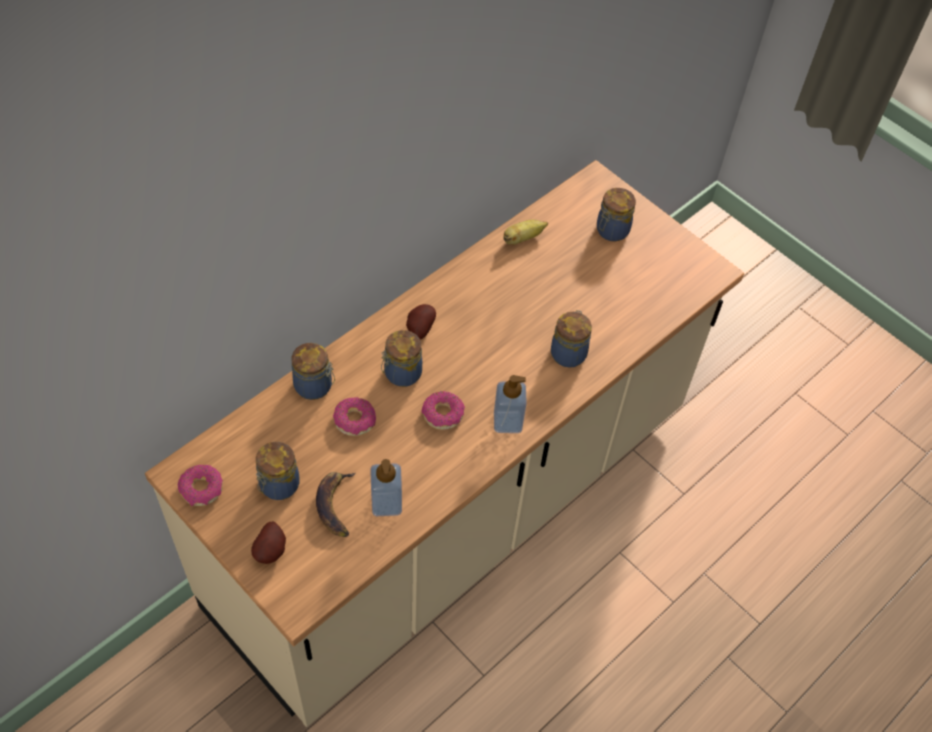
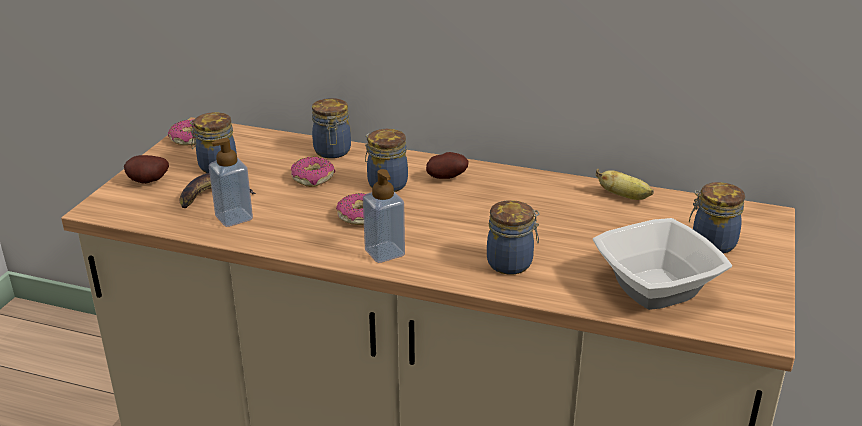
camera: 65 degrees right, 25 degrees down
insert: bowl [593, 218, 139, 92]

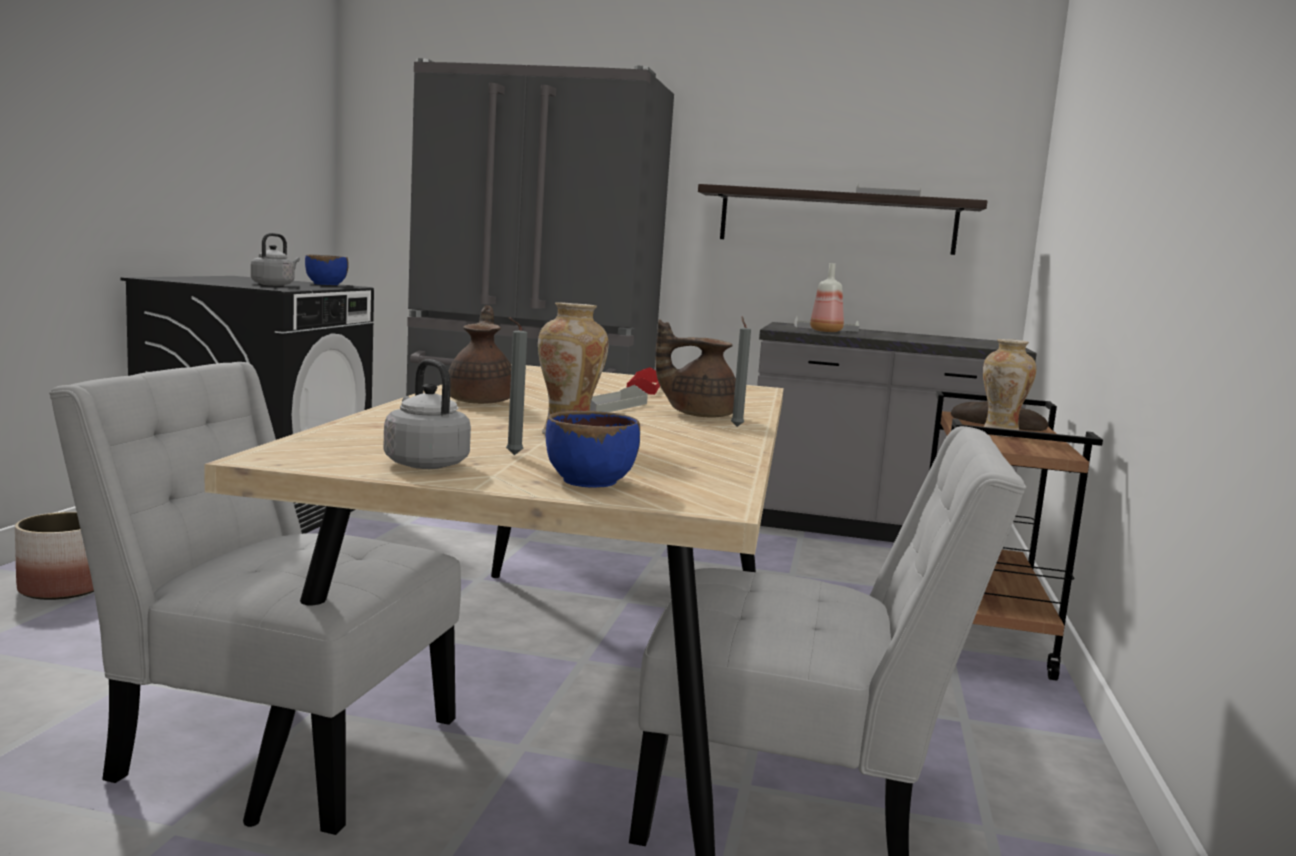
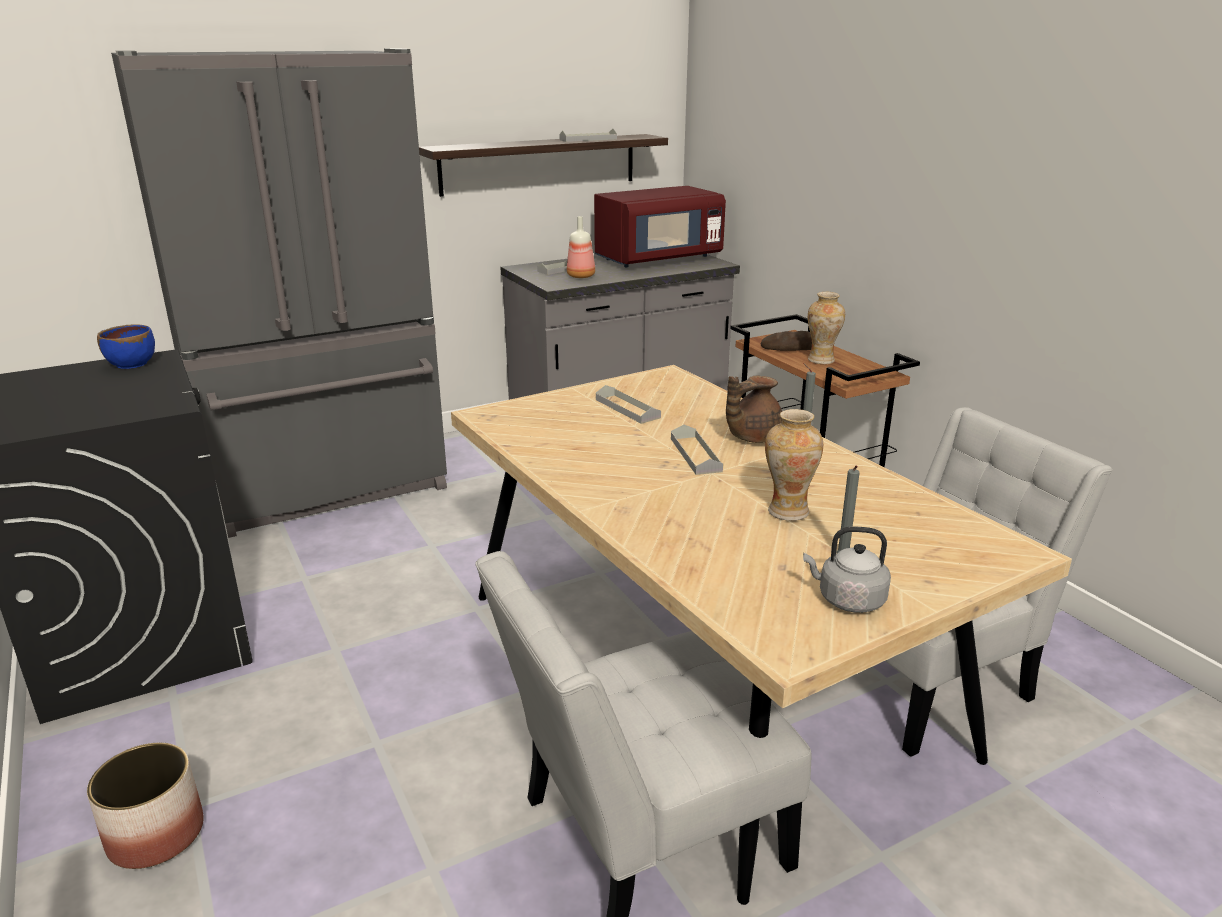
camera: 40 degrees left, 15 degrees up
delete: kettle/grey [251, 233, 49, 53]; teapot/brown [448, 305, 63, 99]; bowl/blue [546, 411, 94, 77]
insert: microwave/red [594, 186, 132, 81]
recolor: tray/red [627, 367, 33, 28] to tray/grey [596, 385, 65, 39]

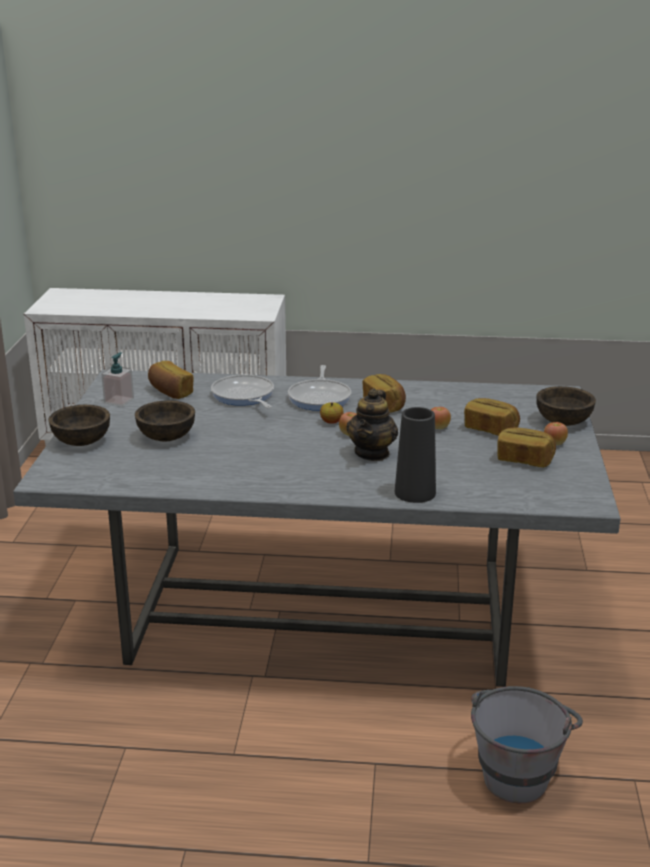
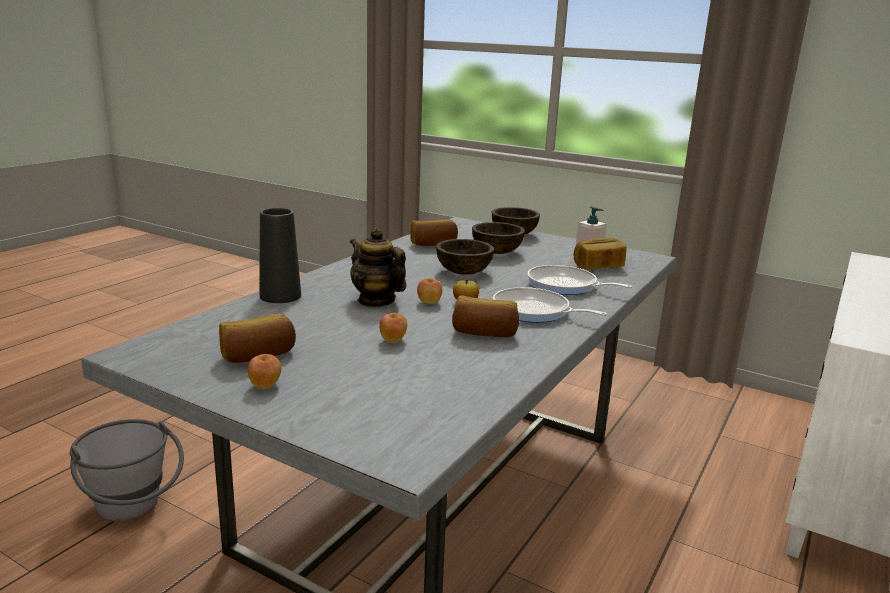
camera: 115 degrees right, 5 degrees down
move: bread [464, 398, 56, 38] to [410, 220, 48, 26]; bowl/brown [536, 386, 60, 40] to [436, 239, 58, 36]
rotate: frying pan [211, 375, 63, 33] = [527, 265, 105, 30] 150 degrees counterclockwise

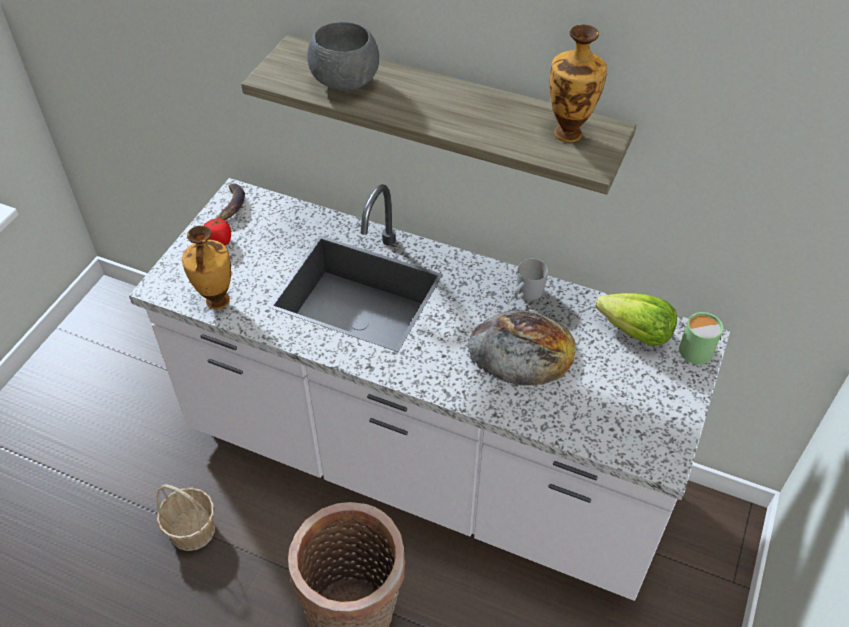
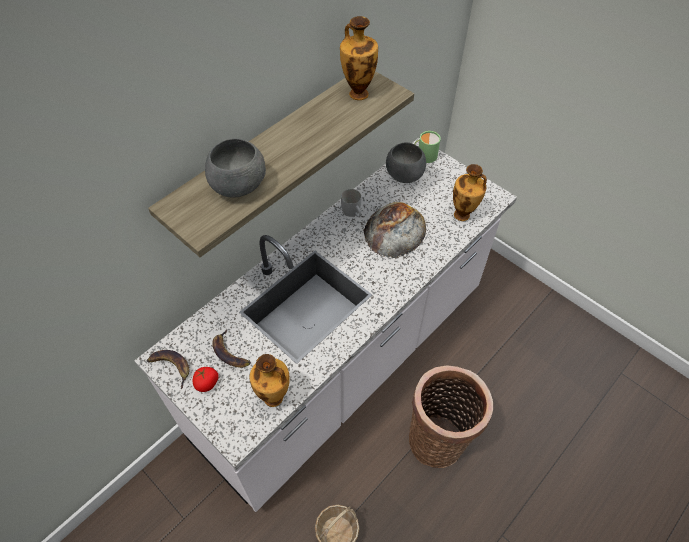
camera: 70 degrees left, 5 degrees up
insert: banana [212, 330, 39, 38]; vase [453, 164, 34, 57]
replace: lettuce [595, 293, 82, 52] to bowl/grey [386, 142, 40, 41]

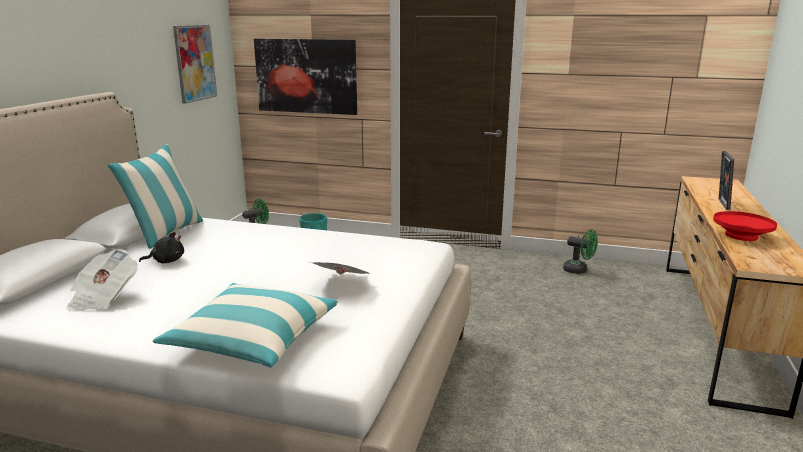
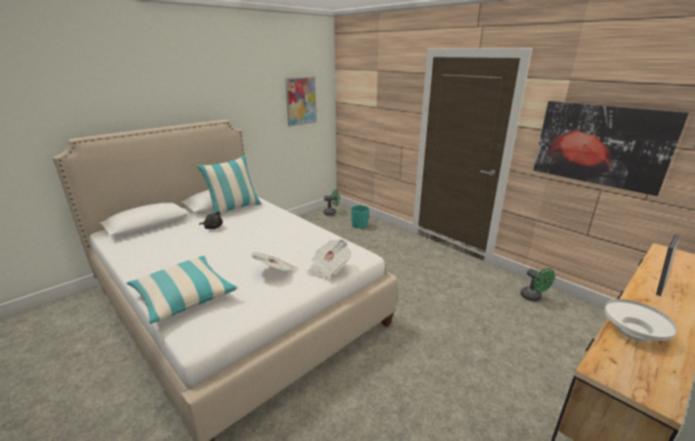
camera: 30 degrees right, 5 degrees up
move: newspaper [66, 249, 72, 63] to [307, 239, 44, 40]; picture [254, 39, 103, 76] to [533, 101, 156, 95]
recolor: bowl/red [713, 211, 64, 30] to bowl/white [604, 299, 73, 43]

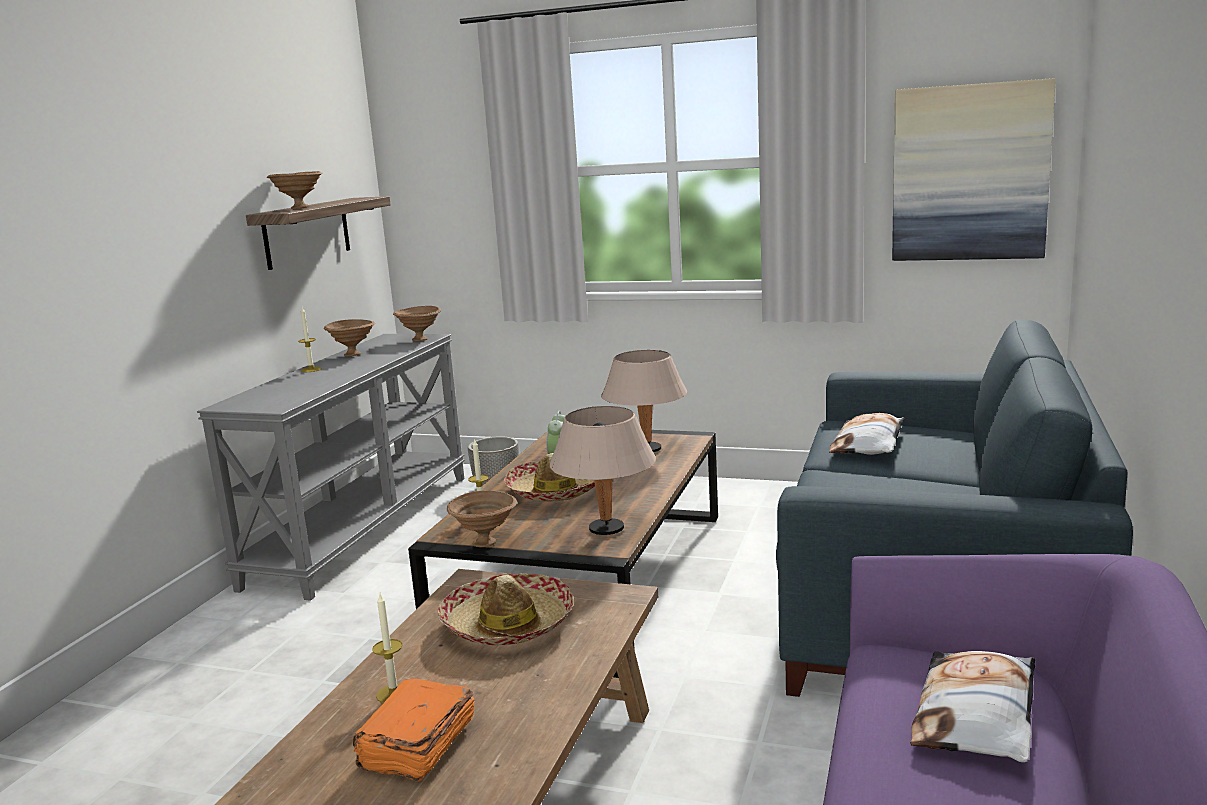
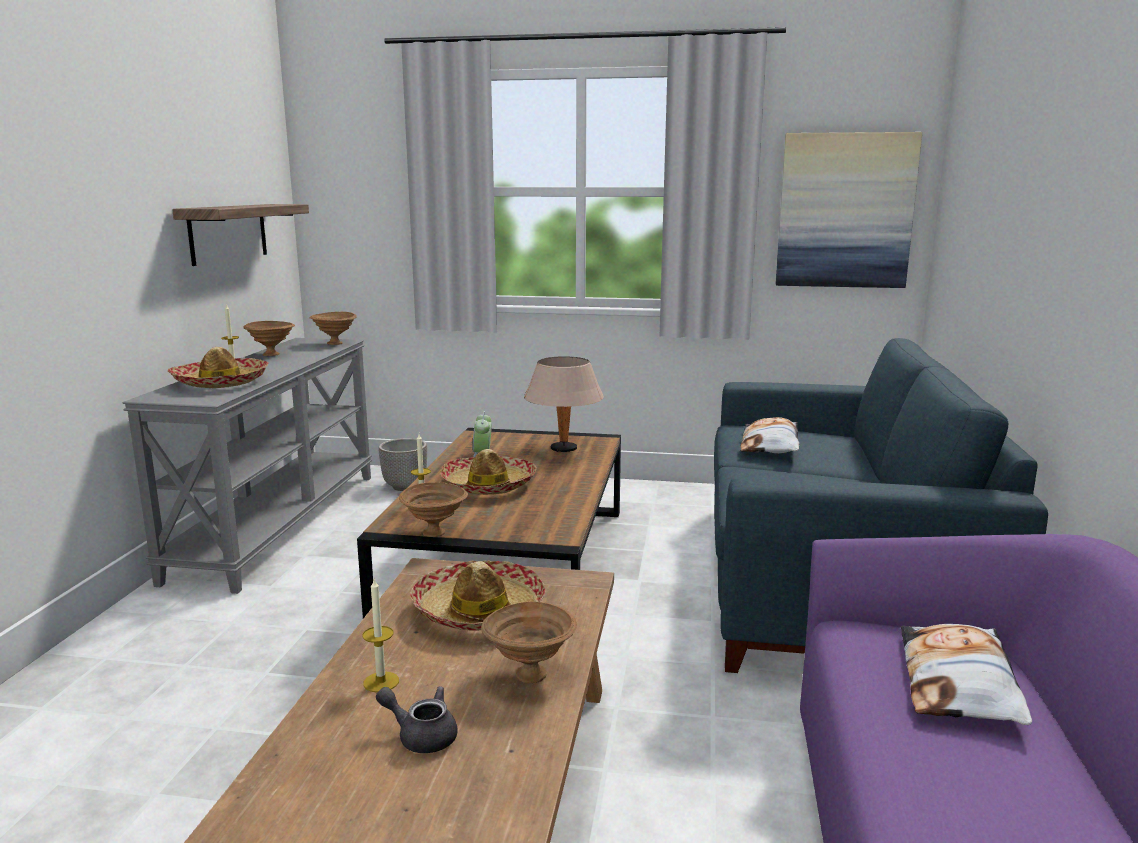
camera: 10 degrees left, 0 degrees up
delete: table lamp/beige [550, 406, 106, 129]
insert: hat [168, 347, 101, 41]
move: bowl/brown [267, 171, 56, 38] to [481, 602, 96, 81]
replace: book/orange [353, 679, 122, 103] to teapot/grey [376, 686, 82, 67]

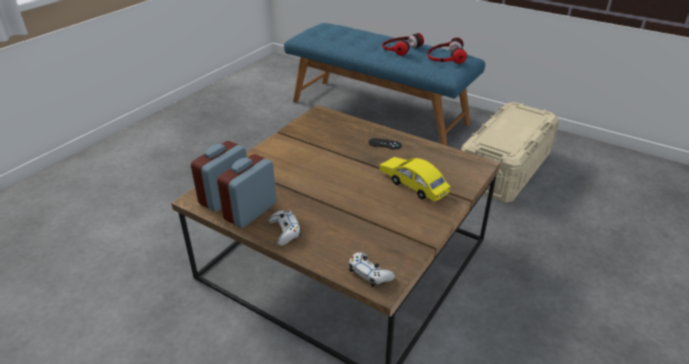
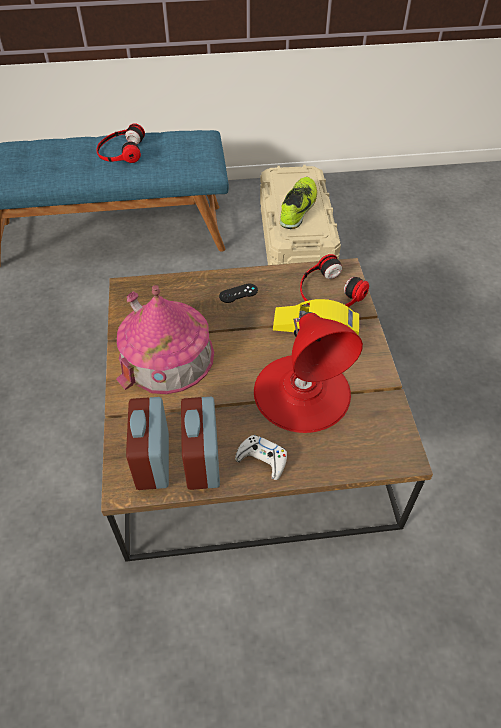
camera: 40 degrees left, 15 degrees up
delete: game controller/white [349, 252, 46, 35]
insert: toy house [116, 285, 98, 109]; table lamp/red [254, 312, 109, 121]; shoe [280, 177, 37, 52]
move: headphones [427, 37, 40, 27] to [300, 254, 69, 53]

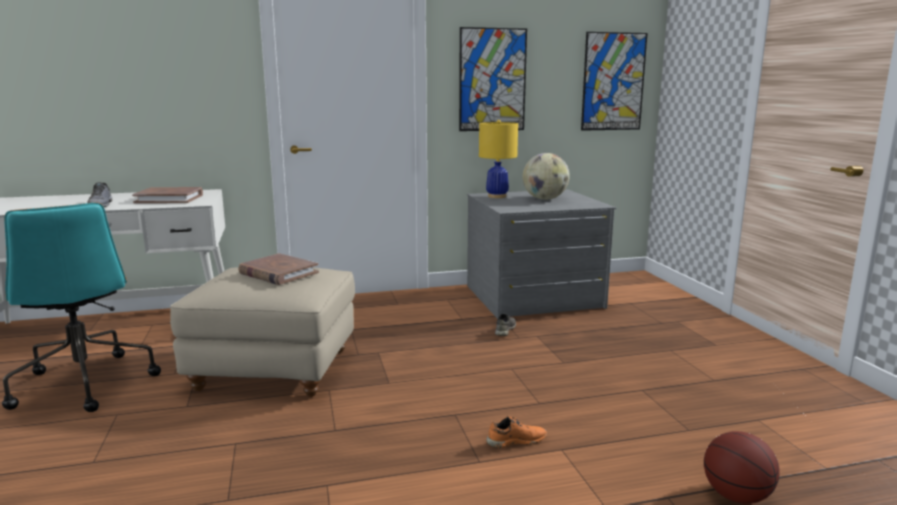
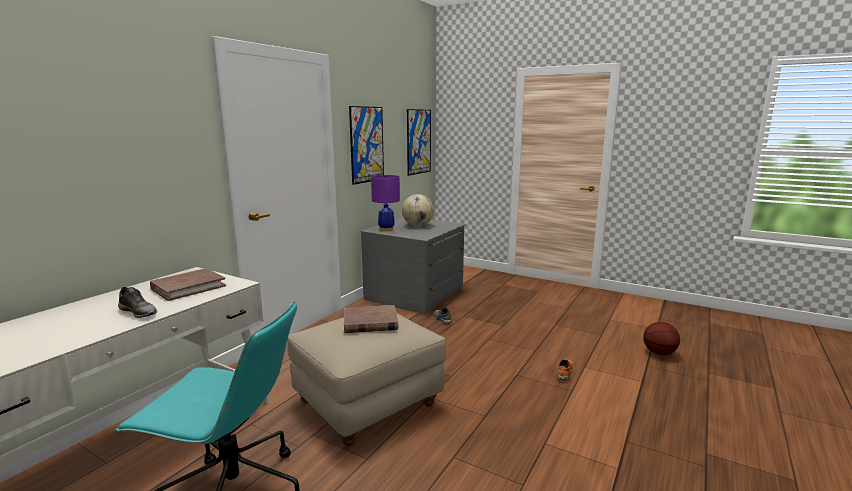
camera: 45 degrees left, 0 degrees up
recolor: table lamp/yellow [479, 120, 39, 78] to table lamp/purple [371, 174, 29, 57]

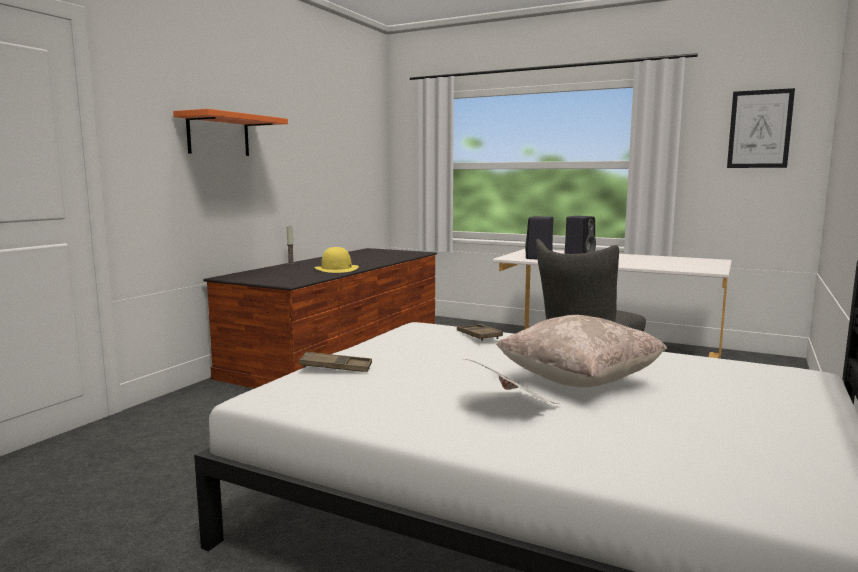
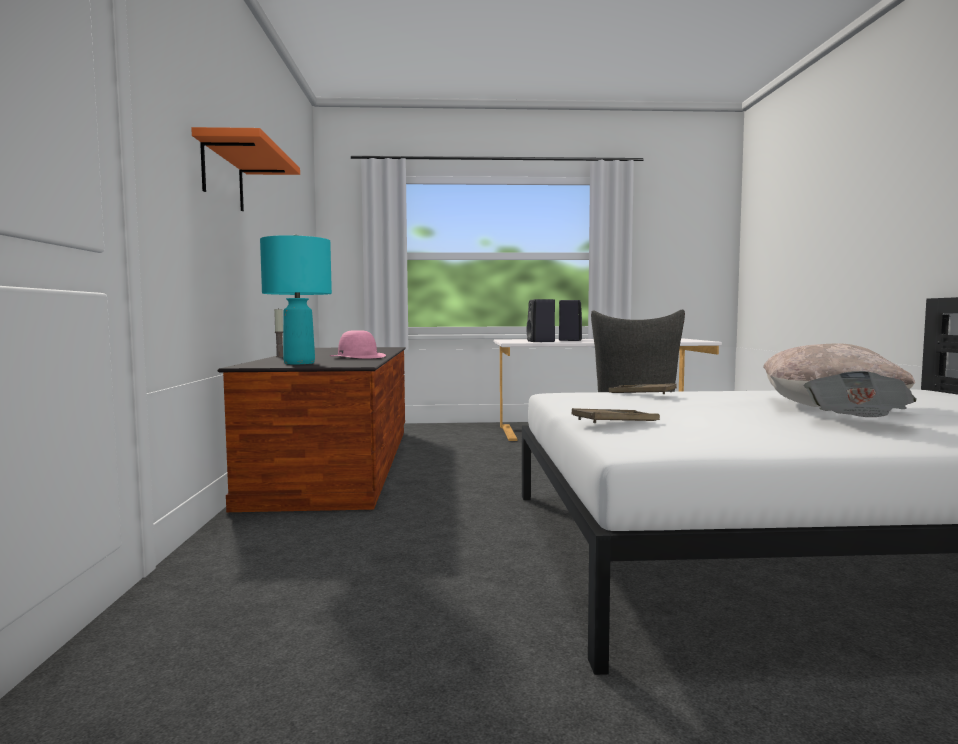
camera: 30 degrees left, 5 degrees down
delete: picture [727, 88, 68, 80]
insert: table lamp/turquoise [260, 234, 72, 130]
recolor: hat/yellow [314, 247, 45, 26] to hat/pink [330, 330, 56, 29]

